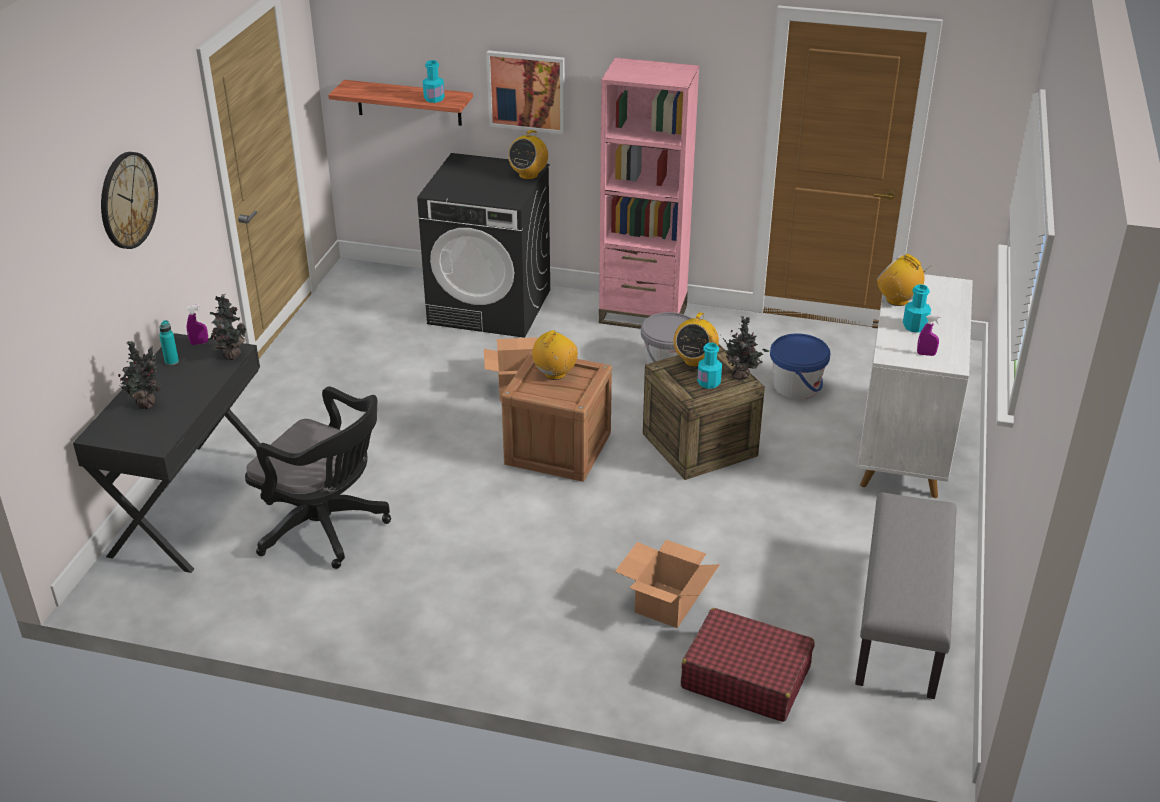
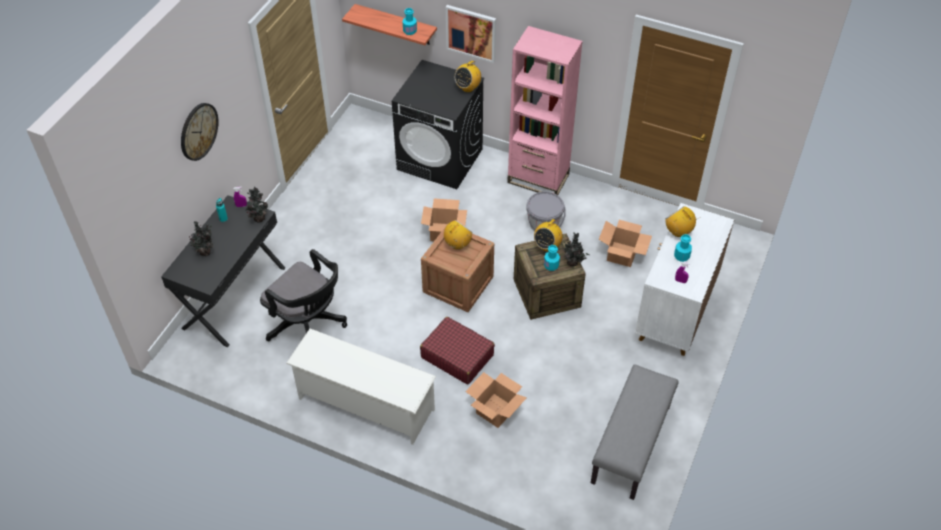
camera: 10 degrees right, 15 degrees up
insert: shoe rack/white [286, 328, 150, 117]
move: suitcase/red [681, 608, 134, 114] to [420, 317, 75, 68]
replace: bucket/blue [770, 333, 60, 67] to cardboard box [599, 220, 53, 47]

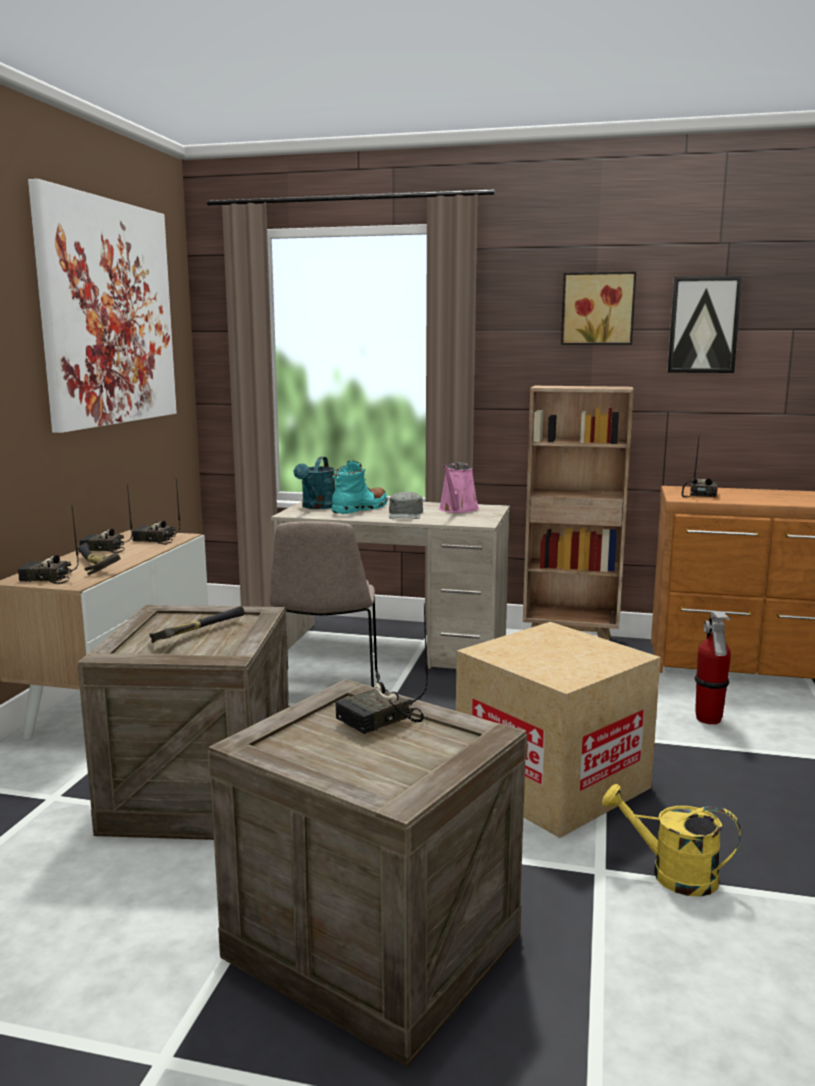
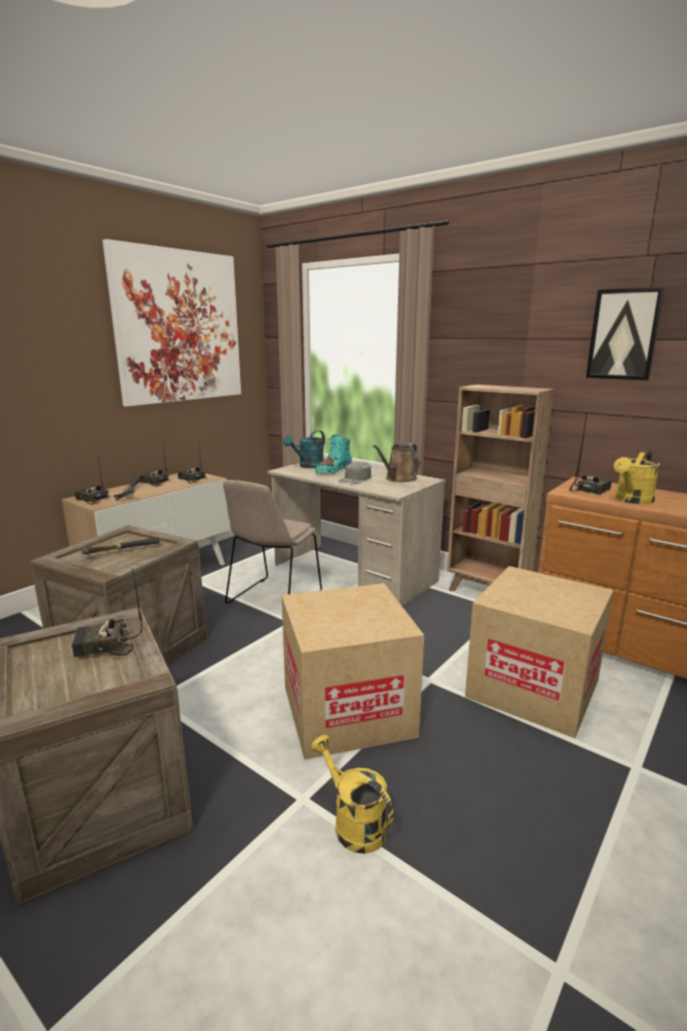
camera: 25 degrees right, 5 degrees up
delete: picture [561, 271, 75, 74]
insert: watering can/yellow [614, 449, 46, 55]
replace: fire extinguisher [695, 611, 36, 113] to cardboard box [465, 566, 149, 172]
recolor: watering can/pink [439, 462, 40, 51] to watering can/brown [373, 443, 45, 39]
rotate: boot/turquoise [332, 460, 56, 55] = [315, 434, 37, 40] 150 degrees clockwise

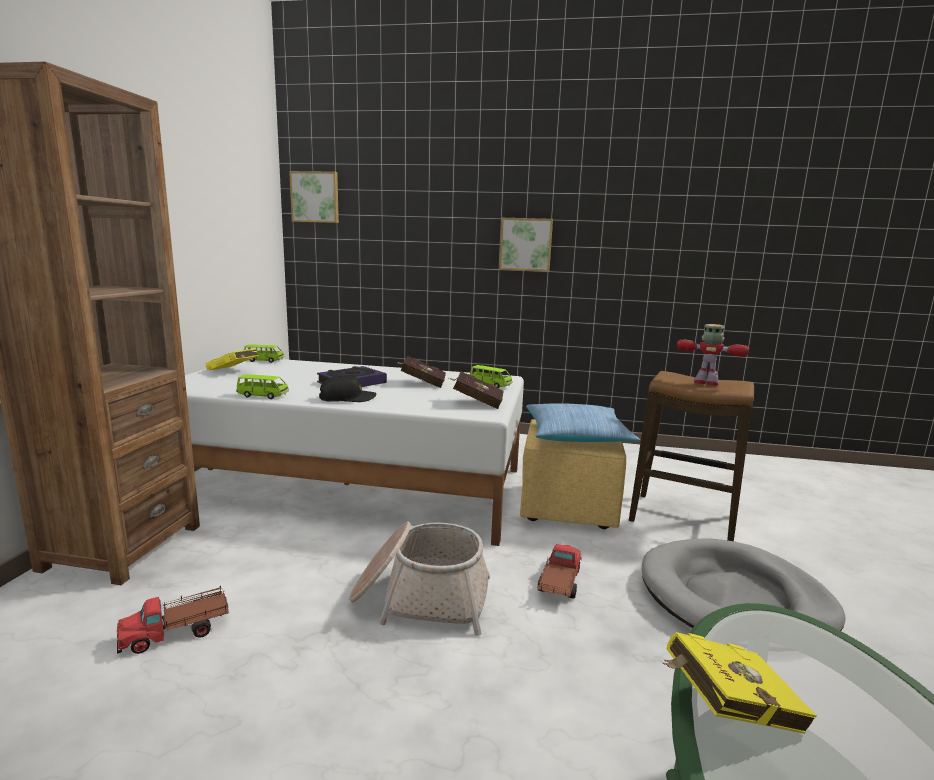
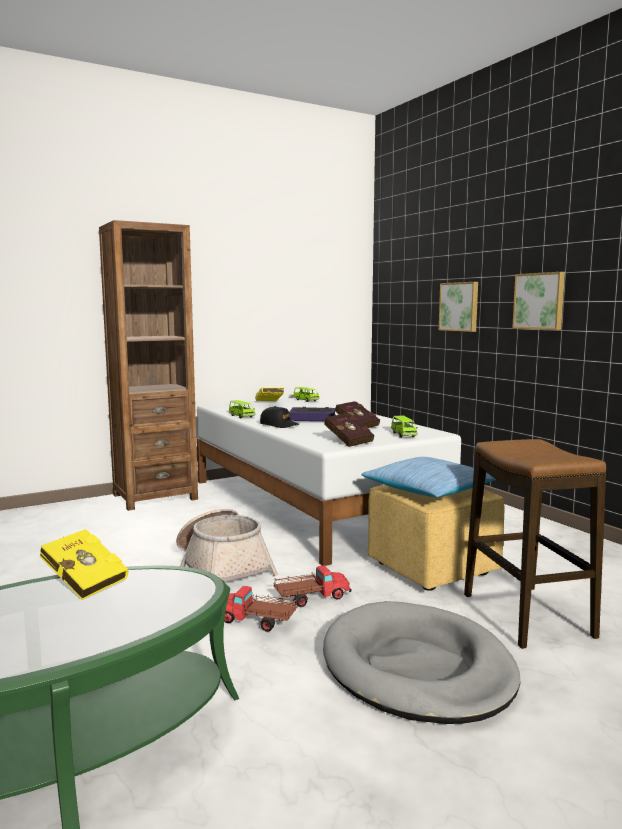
camera: 50 degrees right, 5 degrees down
delete: toy robot [677, 324, 72, 62]
move: toy truck [117, 586, 112, 68] to [224, 586, 74, 46]; picture [289, 171, 50, 52] to [439, 282, 39, 50]

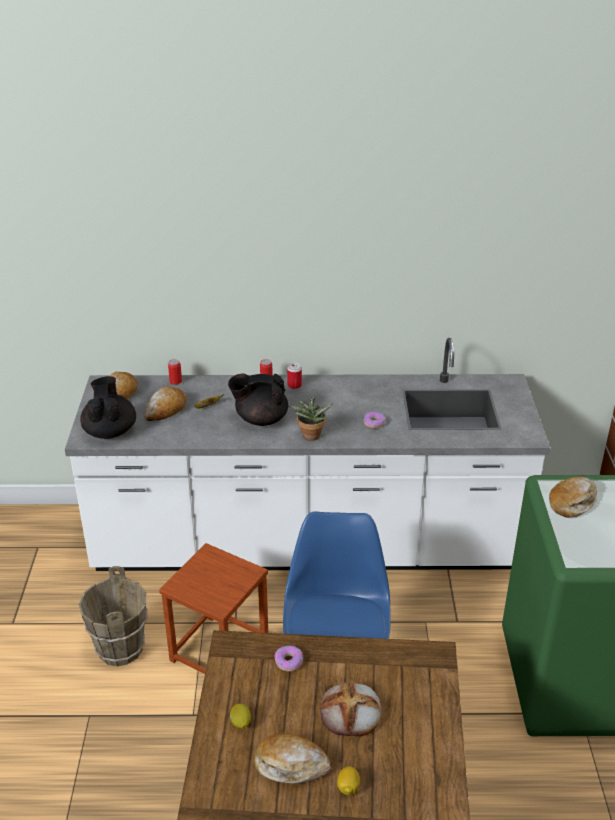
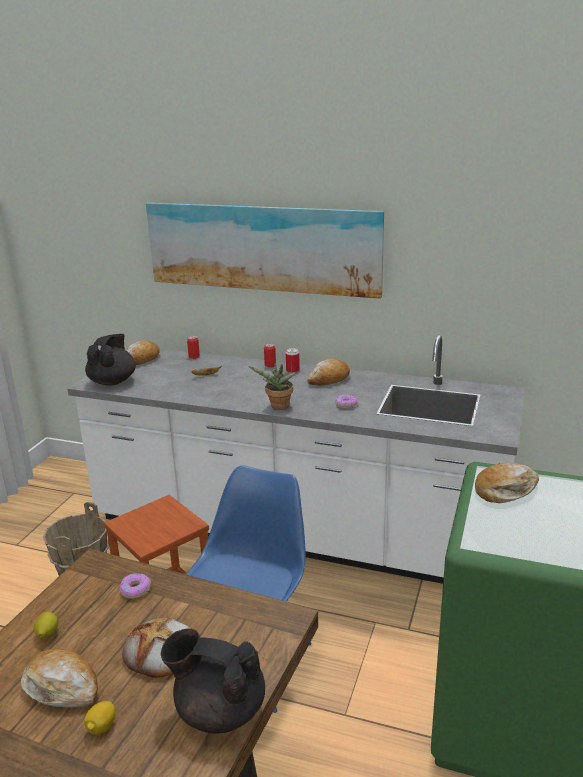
camera: 20 degrees right, 10 degrees down
insert: picture [146, 203, 238, 96]
move: teapot/black [228, 374, 60, 52] to [161, 628, 104, 106]; bread [144, 386, 42, 35] to [307, 358, 43, 27]

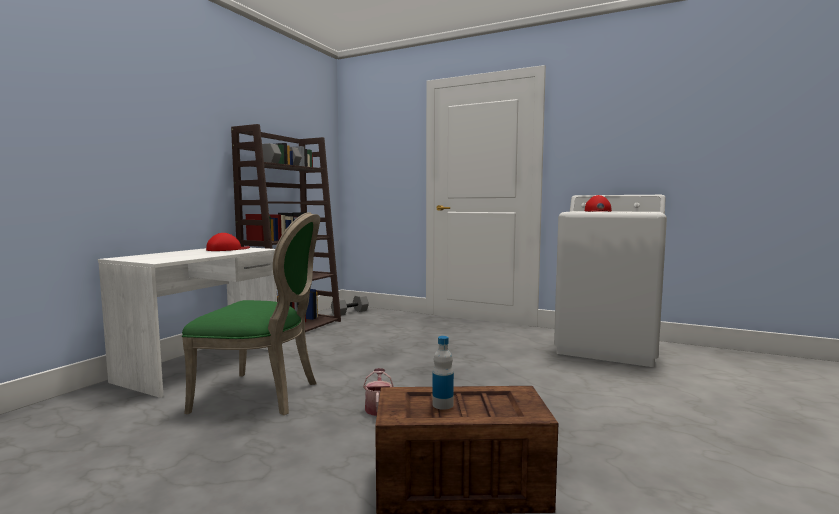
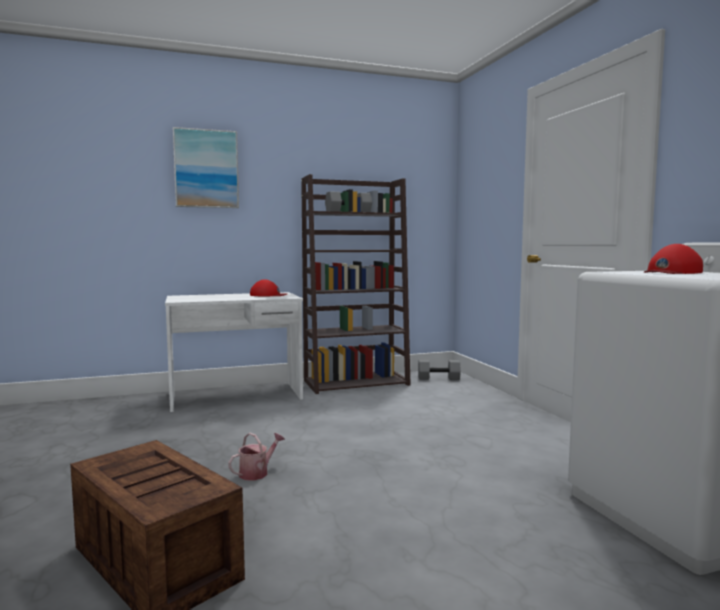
camera: 45 degrees right, 0 degrees up
delete: chair/green [182, 212, 138, 203]; bottle [432, 336, 22, 74]
insert: picture [173, 127, 66, 81]

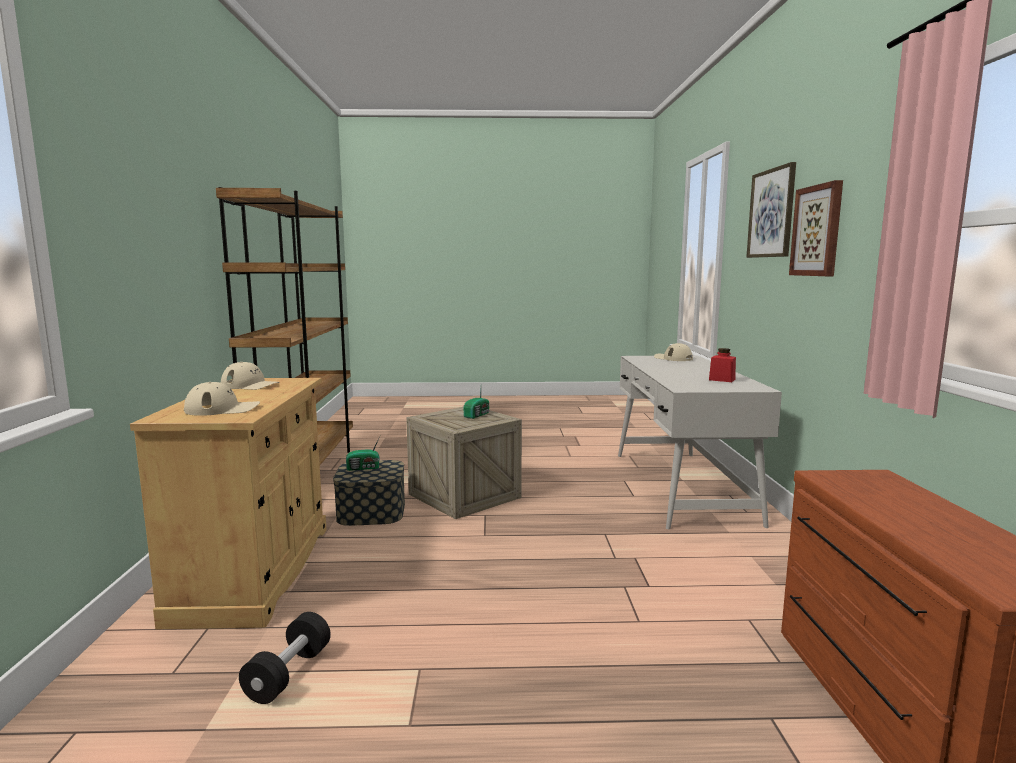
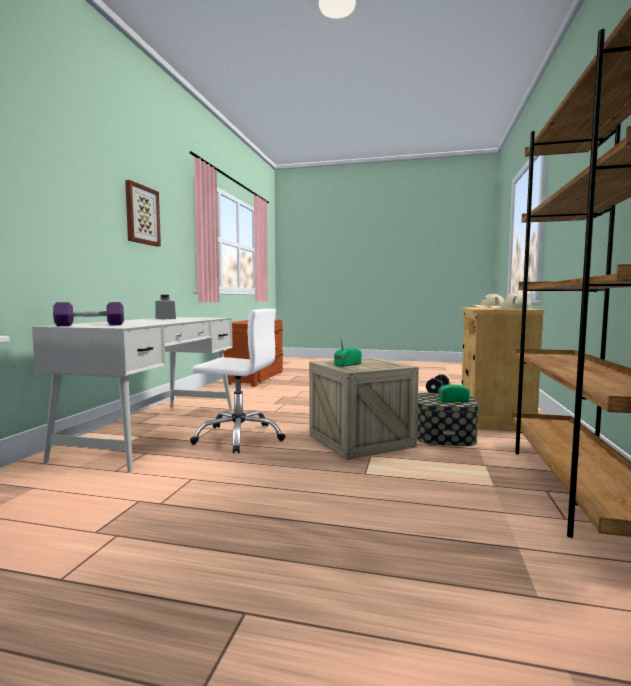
camera: 165 degrees left, 5 degrees down
delete: picture [746, 162, 50, 96]
insert: office chair/white [190, 309, 96, 145]
replace: cap/beige [654, 343, 39, 18] to dumbbell/purple [53, 302, 71, 24]
recolor: jar/red [709, 348, 27, 34] to jar/grey [155, 295, 21, 24]

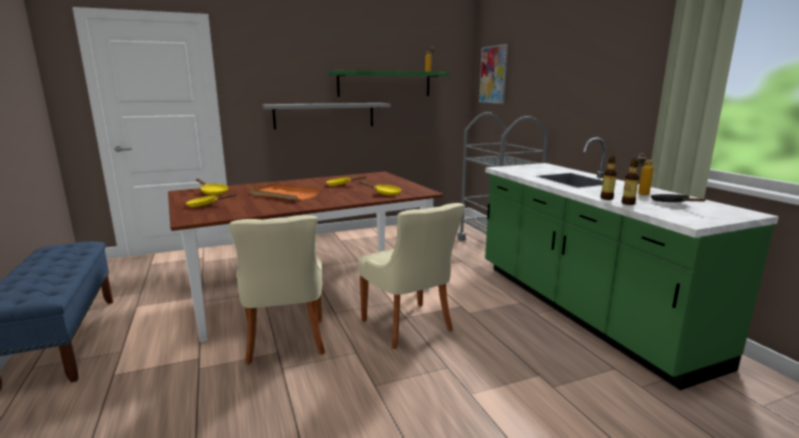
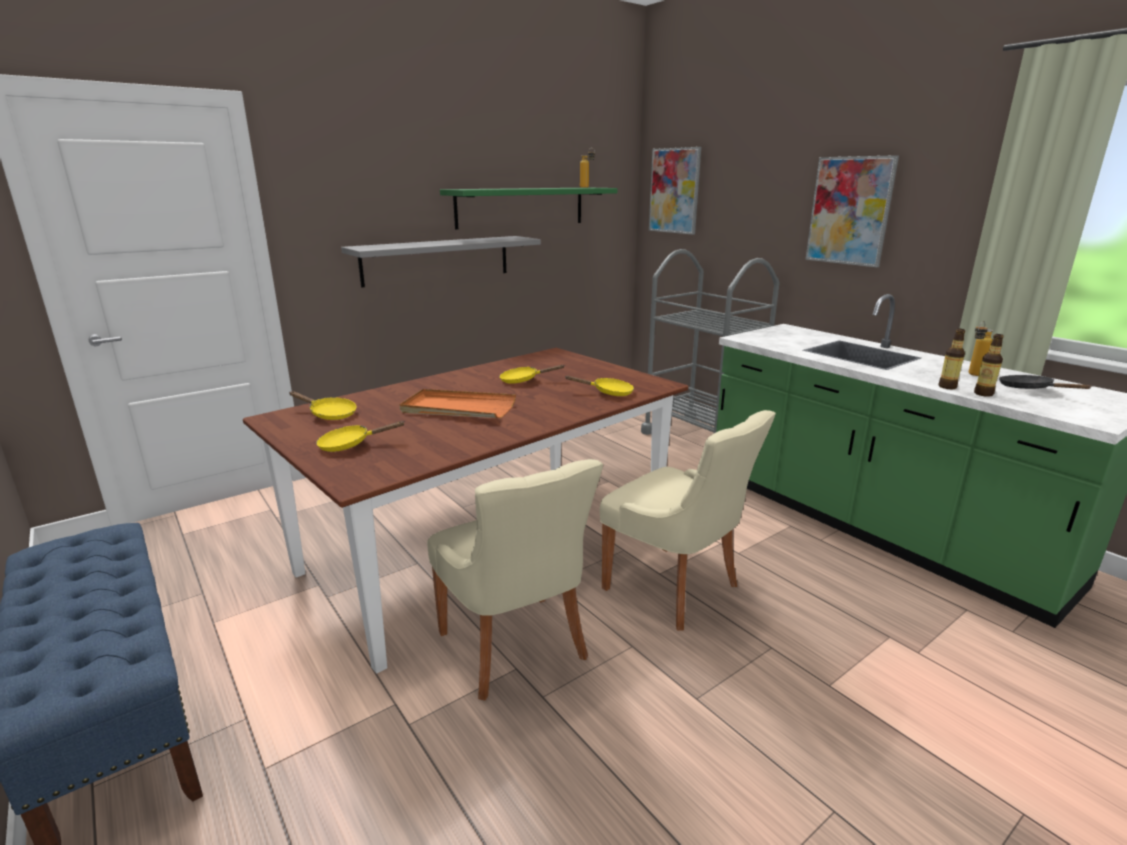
camera: 15 degrees left, 5 degrees up
insert: picture [805, 155, 94, 113]

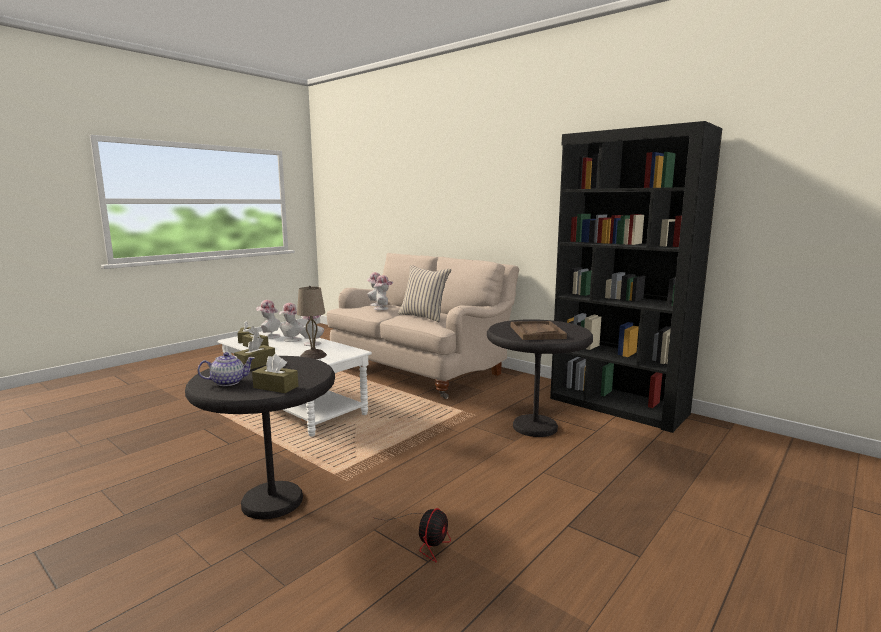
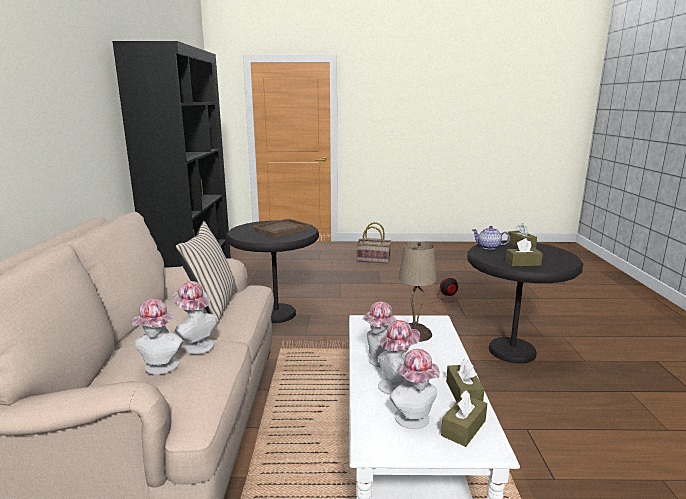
camera: 130 degrees left, 5 degrees up
insert: basket [356, 222, 35, 42]
move: teapot [198, 352, 57, 34] to [472, 226, 38, 24]

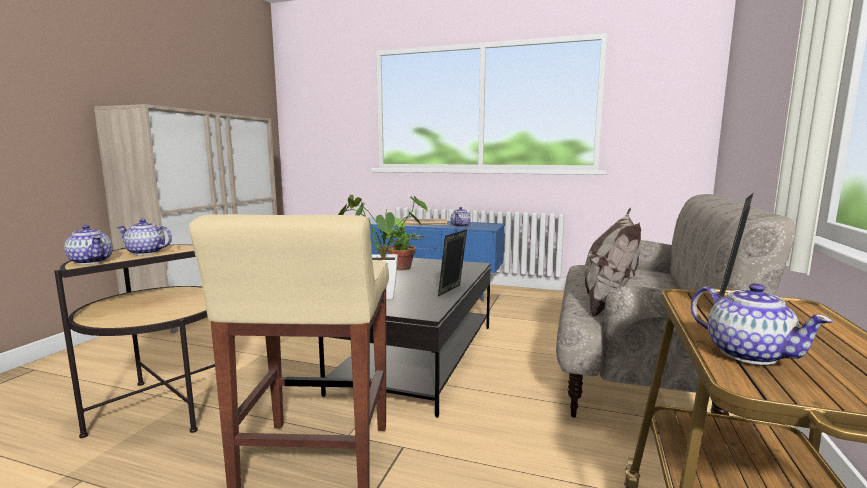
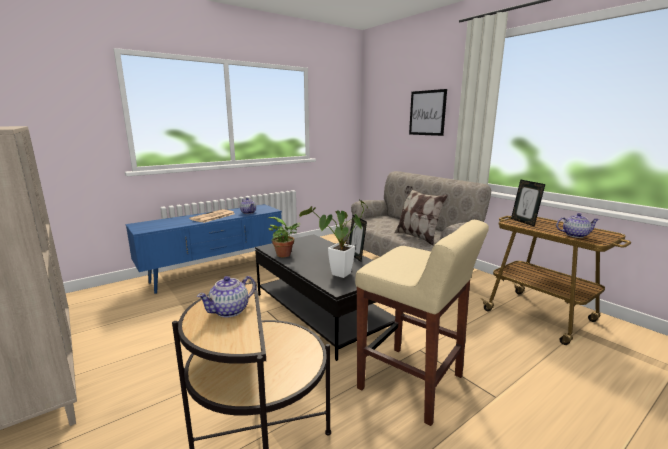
camera: 55 degrees left, 5 degrees up
delete: teapot [64, 225, 49, 40]
insert: picture [409, 89, 38, 47]

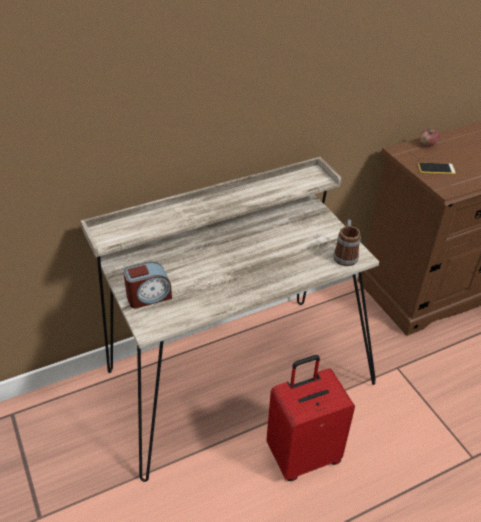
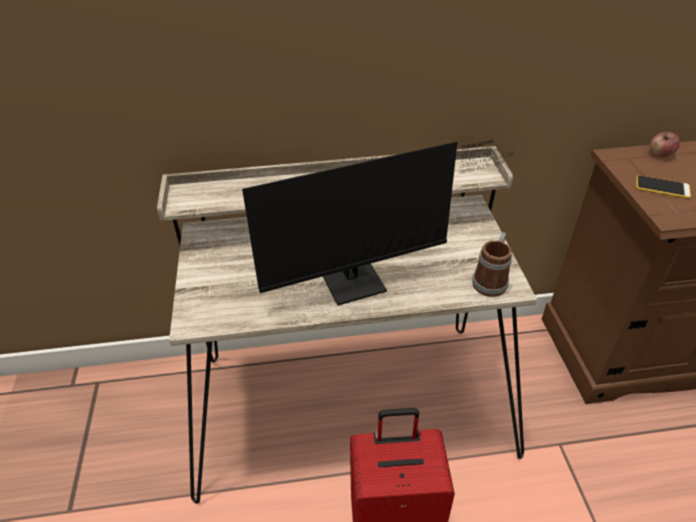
camera: 20 degrees right, 0 degrees up
delete: alarm clock [123, 262, 49, 46]
insert: monitor [242, 140, 273, 166]

